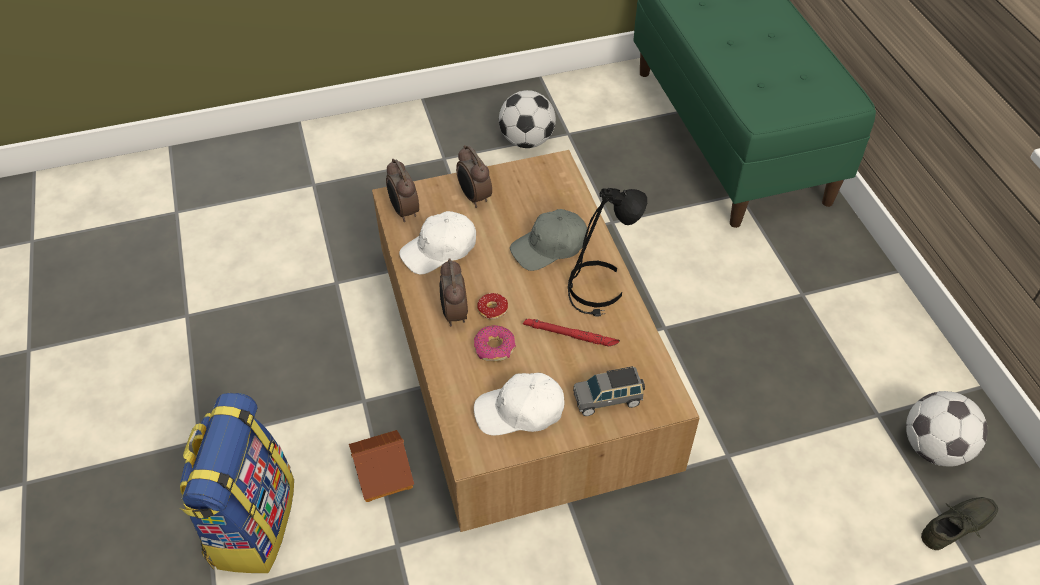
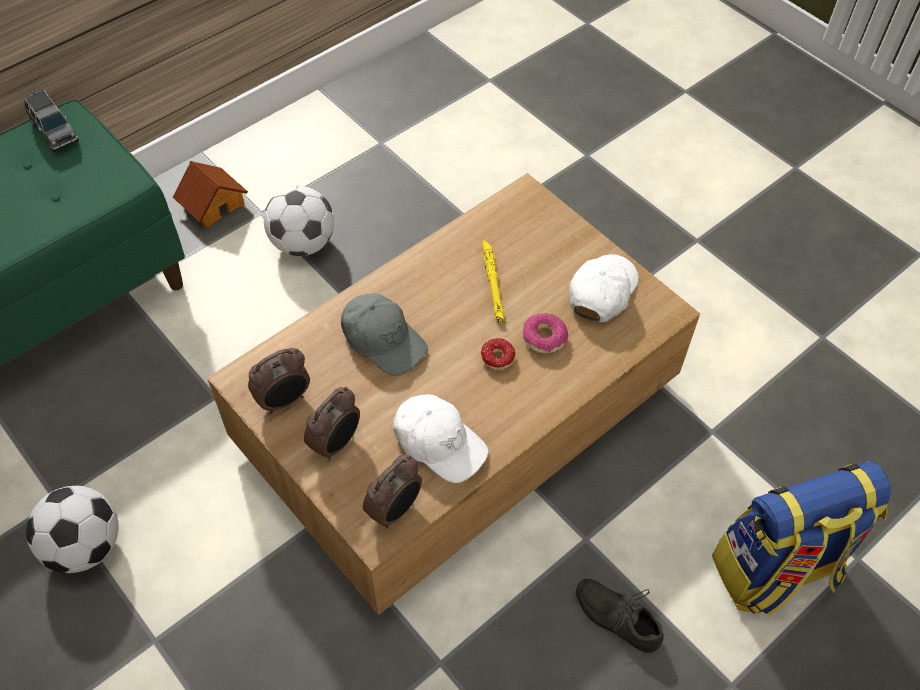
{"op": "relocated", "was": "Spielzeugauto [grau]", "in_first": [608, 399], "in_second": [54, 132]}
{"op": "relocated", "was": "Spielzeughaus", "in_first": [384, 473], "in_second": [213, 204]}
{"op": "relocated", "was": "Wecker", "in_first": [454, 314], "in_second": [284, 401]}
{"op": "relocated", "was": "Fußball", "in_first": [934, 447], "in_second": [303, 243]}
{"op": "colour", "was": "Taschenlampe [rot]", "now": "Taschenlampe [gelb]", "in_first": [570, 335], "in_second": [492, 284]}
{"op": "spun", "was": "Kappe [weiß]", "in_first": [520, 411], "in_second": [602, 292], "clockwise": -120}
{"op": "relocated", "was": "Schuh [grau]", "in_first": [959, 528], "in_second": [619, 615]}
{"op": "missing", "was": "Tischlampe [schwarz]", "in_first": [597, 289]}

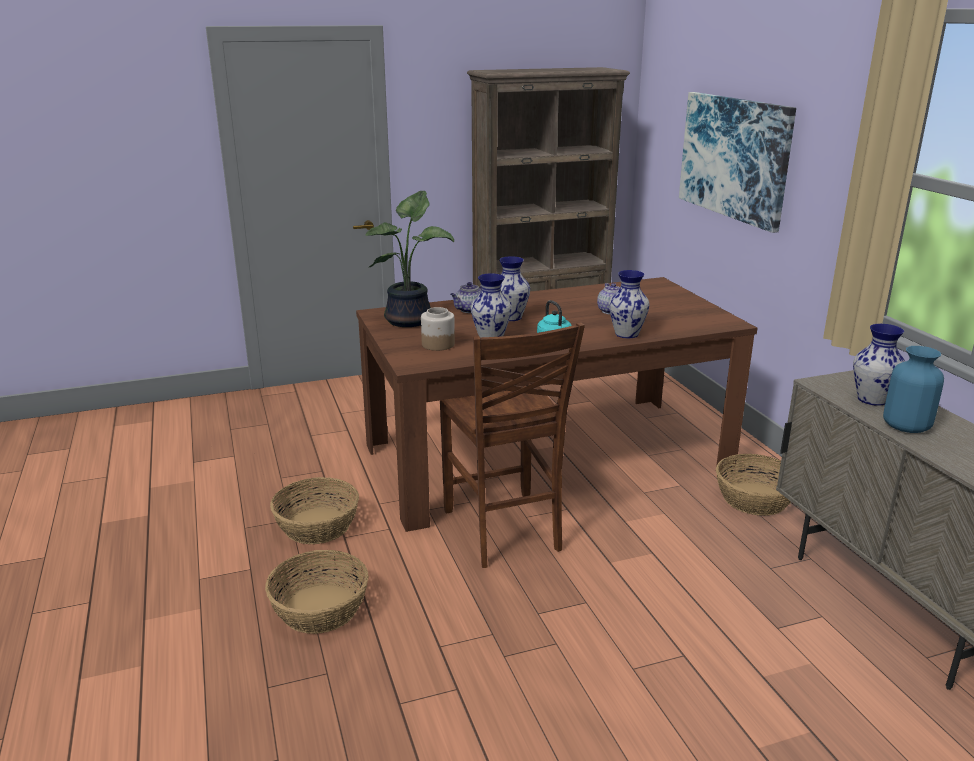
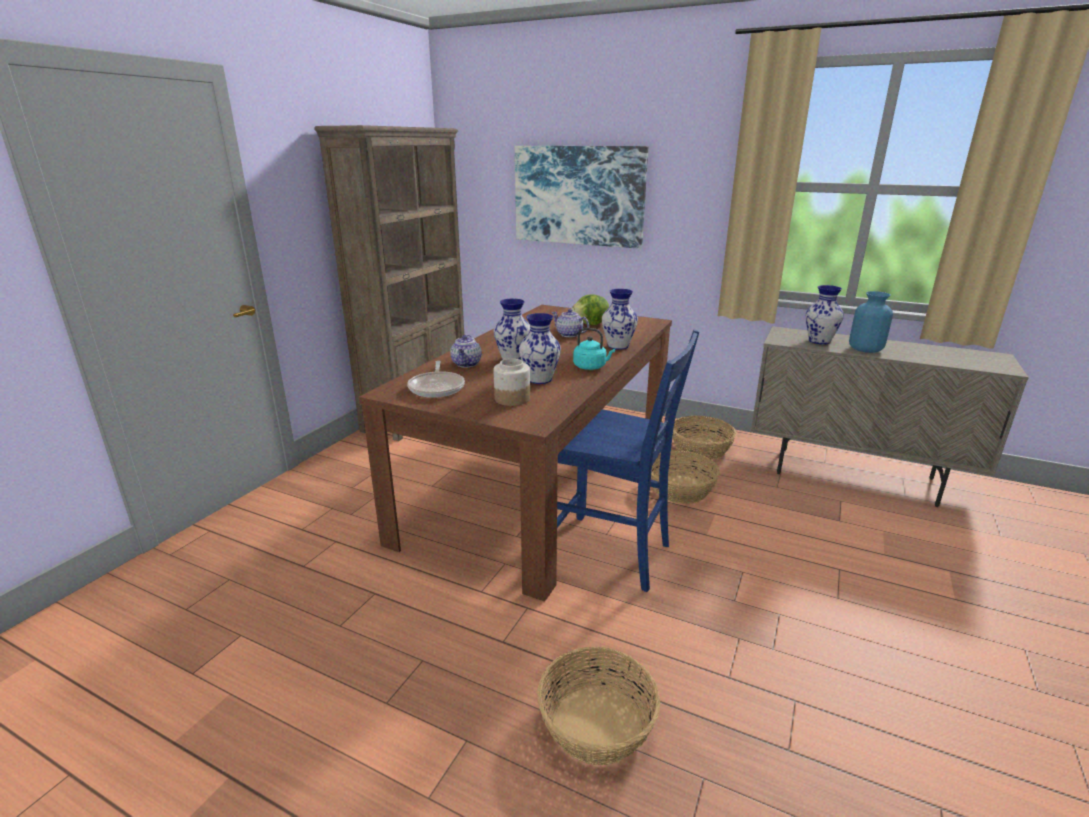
{"op": "exchanged", "was": "Topfpflanze", "now": "Pfanne", "in_first": [411, 320], "in_second": [437, 387]}
{"op": "colour", "was": "Stuhl [braun]", "now": "Stuhl [blau]", "in_first": [503, 531], "in_second": [611, 554]}
{"op": "appeared", "now": "Salatkopf", "in_second": [590, 325]}
{"op": "relocated", "was": "Korb", "in_first": [318, 525], "in_second": [680, 489]}

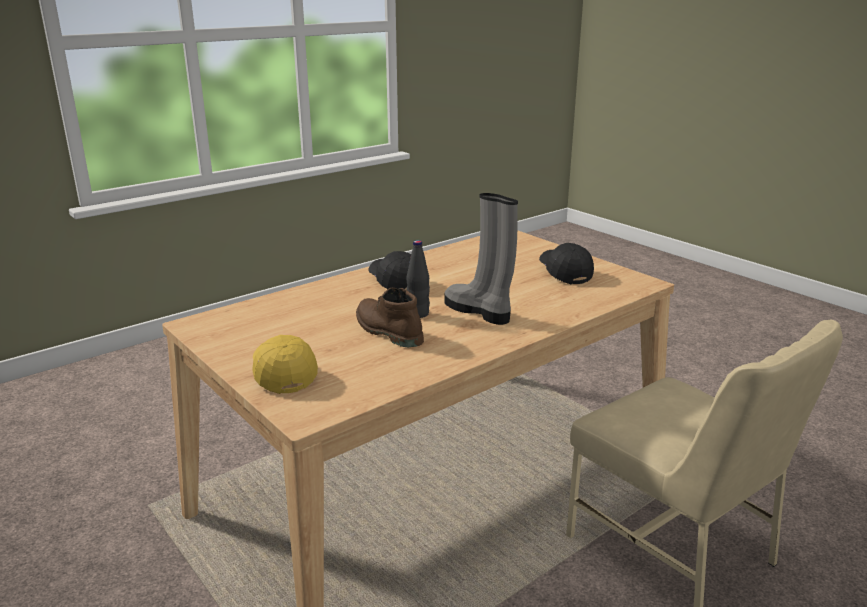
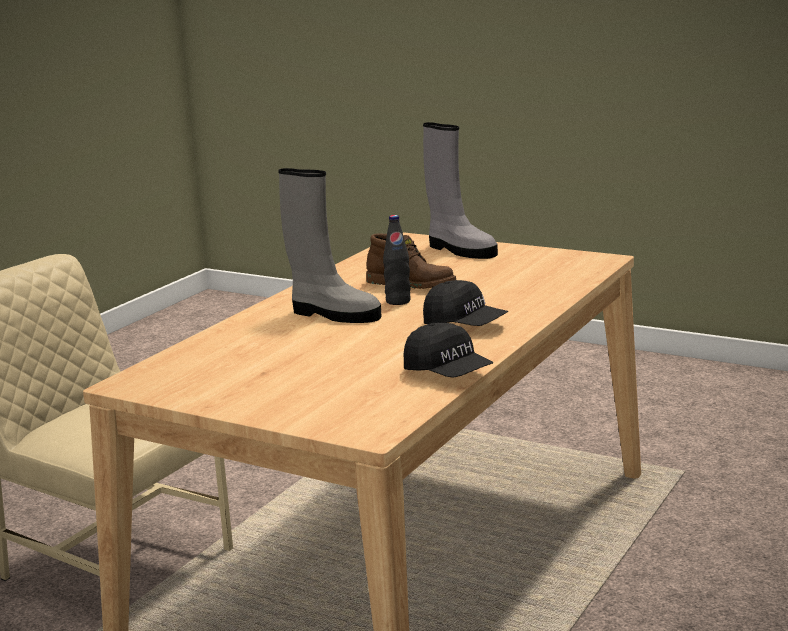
{"op": "relocated", "was": "Kappe [schwarz]", "in_first": [564, 273], "in_second": [448, 373]}
{"op": "exchanged", "was": "Kappe [gelb]", "now": "Stiefel [grau]", "in_first": [283, 373], "in_second": [459, 250]}

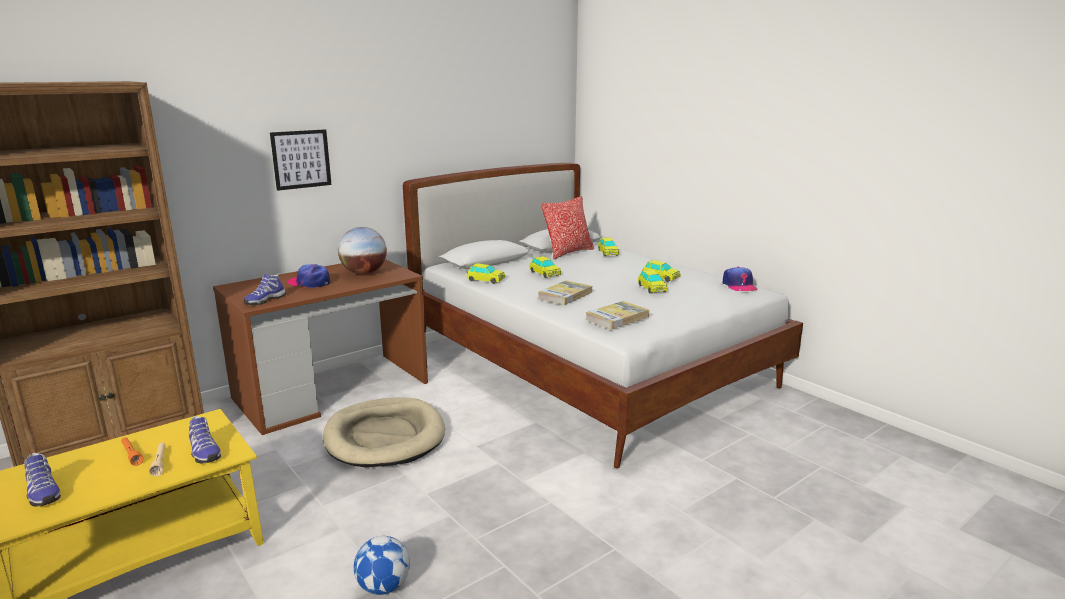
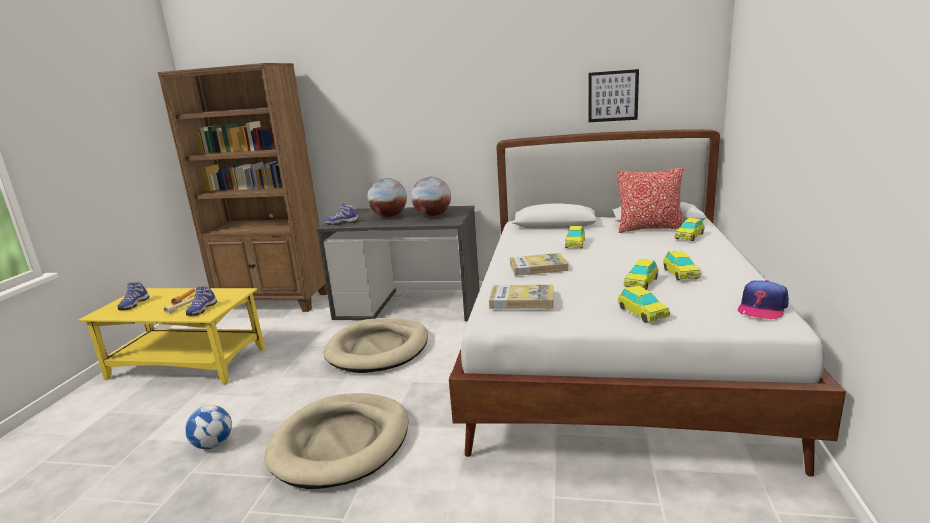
{"op": "appeared", "now": "Hundebett [beige]", "in_second": [341, 443]}
{"op": "colour", "was": "Schreibtisch [braun]", "now": "Schreibtisch [grau]", "in_first": [331, 390], "in_second": [409, 304]}
{"op": "exchanged", "was": "Kappe", "now": "Globus", "in_first": [310, 283], "in_second": [389, 216]}
{"op": "relocated", "was": "Bild", "in_first": [301, 159], "in_second": [613, 96]}
{"op": "relocated", "was": "Spielzeugauto", "in_first": [486, 280], "in_second": [642, 313]}

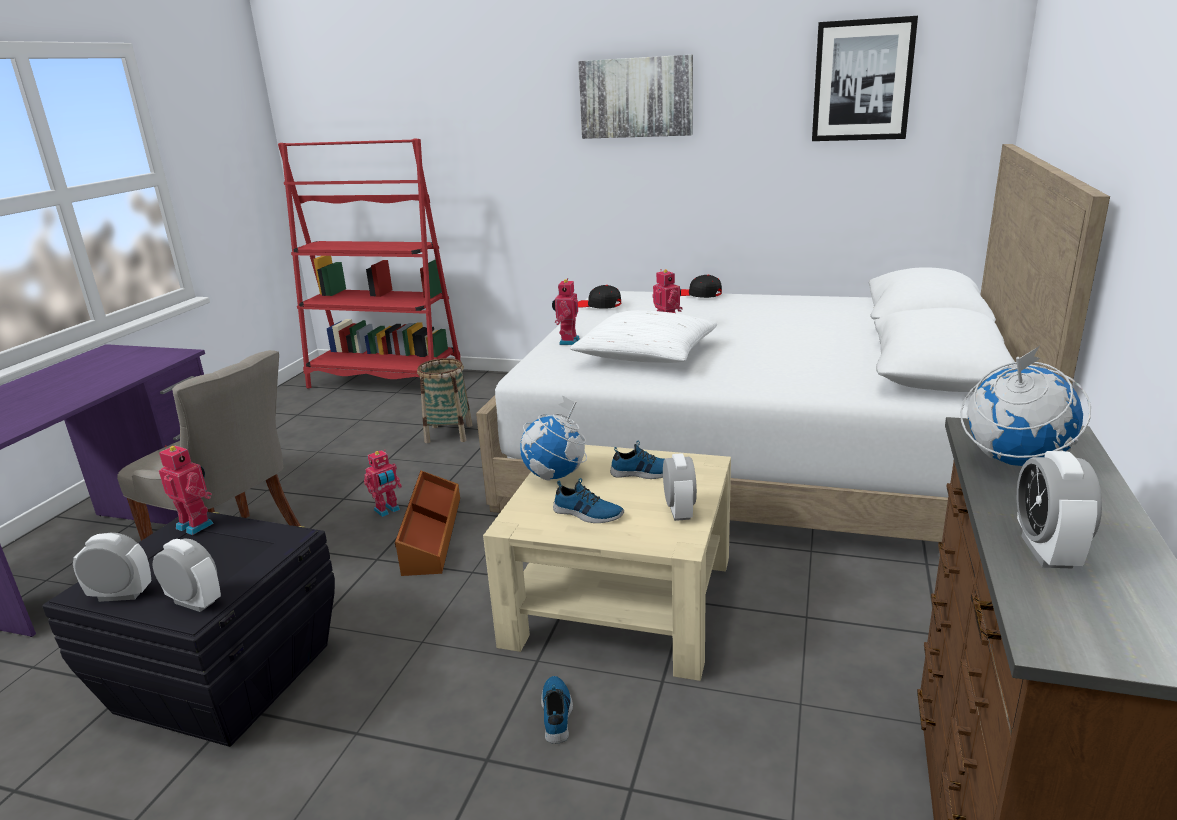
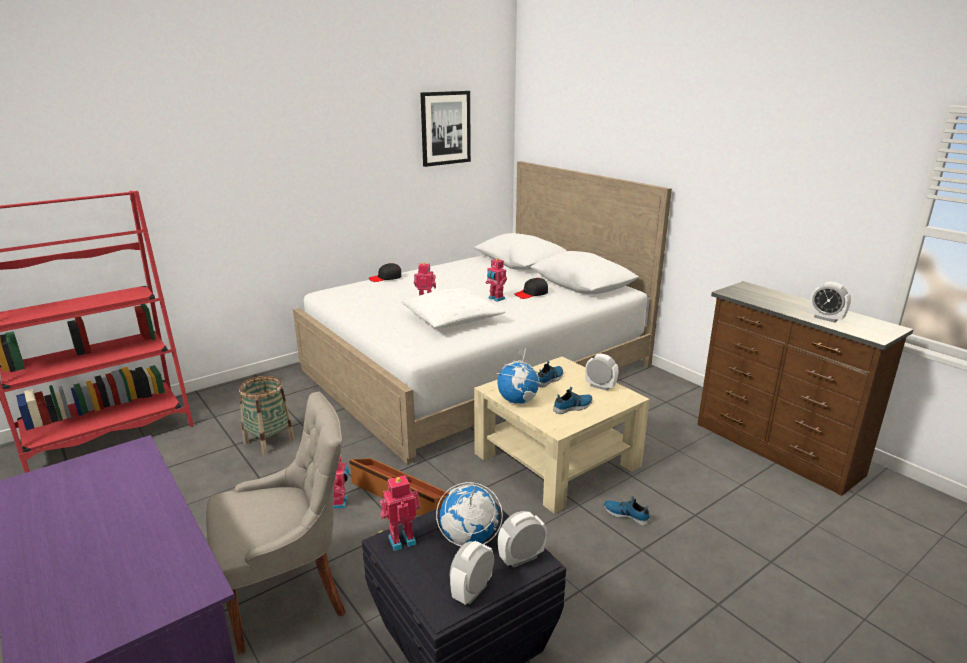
{"op": "relocated", "was": "Globus", "in_first": [1013, 461], "in_second": [468, 539]}
{"op": "relocated", "was": "Spielzeugroboter", "in_first": [567, 341], "in_second": [496, 299]}
{"op": "relocated", "was": "Kappe [schwarz]", "in_first": [599, 305], "in_second": [531, 294]}
{"op": "missing", "was": "Bild", "in_first": [636, 97]}

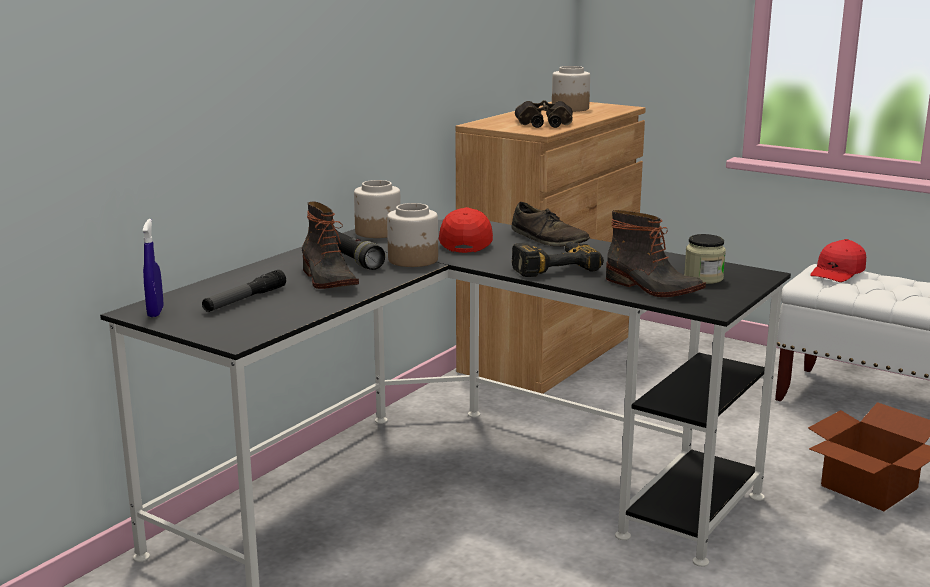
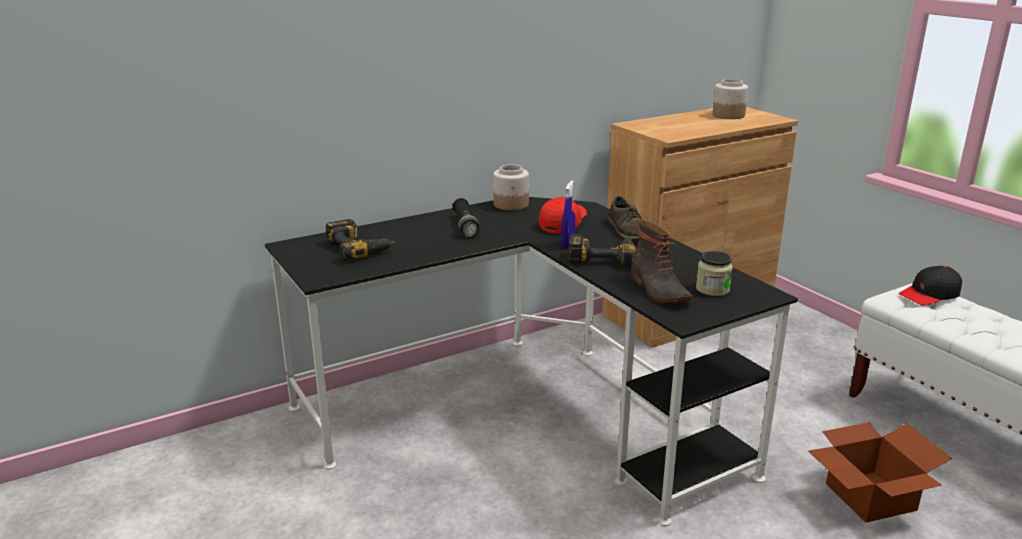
{"op": "exchanged", "was": "Taschenlampe", "now": "Bohrmaschine", "in_first": [245, 299], "in_second": [359, 248]}
{"op": "relocated", "was": "Sprühflasche [blau]", "in_first": [155, 312], "in_second": [568, 244]}
{"op": "colour", "was": "Kappe [rot]", "now": "Kappe [schwarz]", "in_first": [837, 272], "in_second": [929, 295]}
{"op": "missing", "was": "Stiefel", "in_first": [327, 279]}
{"op": "missing", "was": "Vorratsglas", "in_first": [413, 260]}
{"op": "missing", "was": "Fernglas", "in_first": [544, 123]}

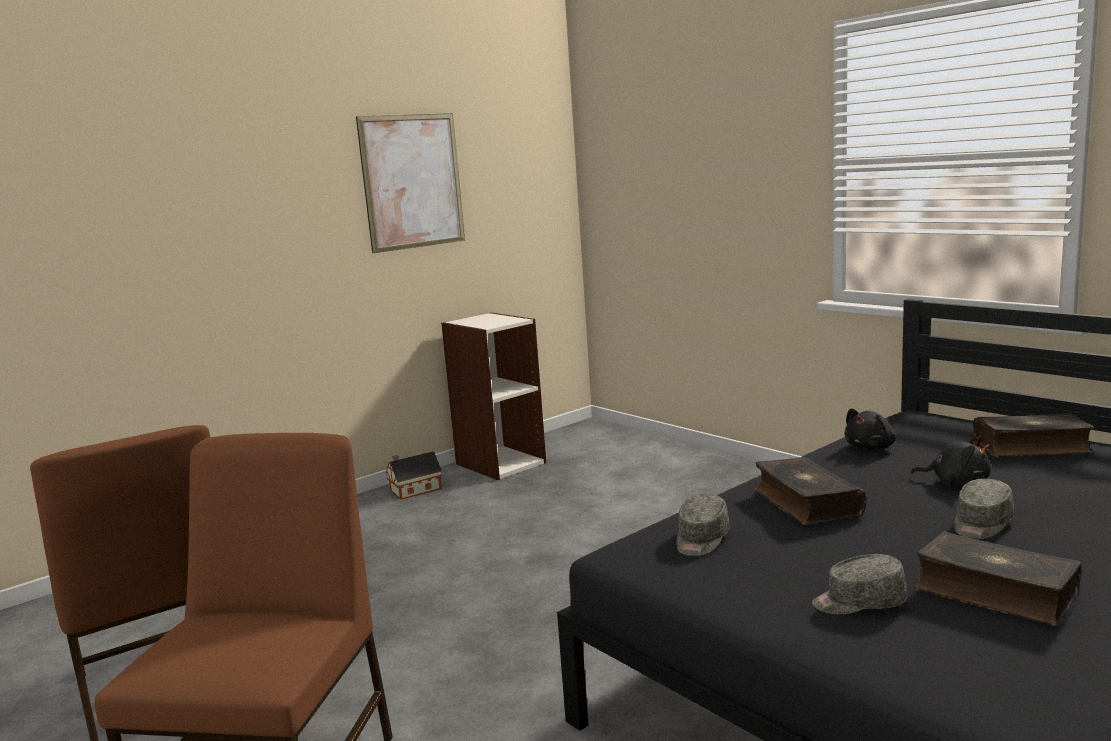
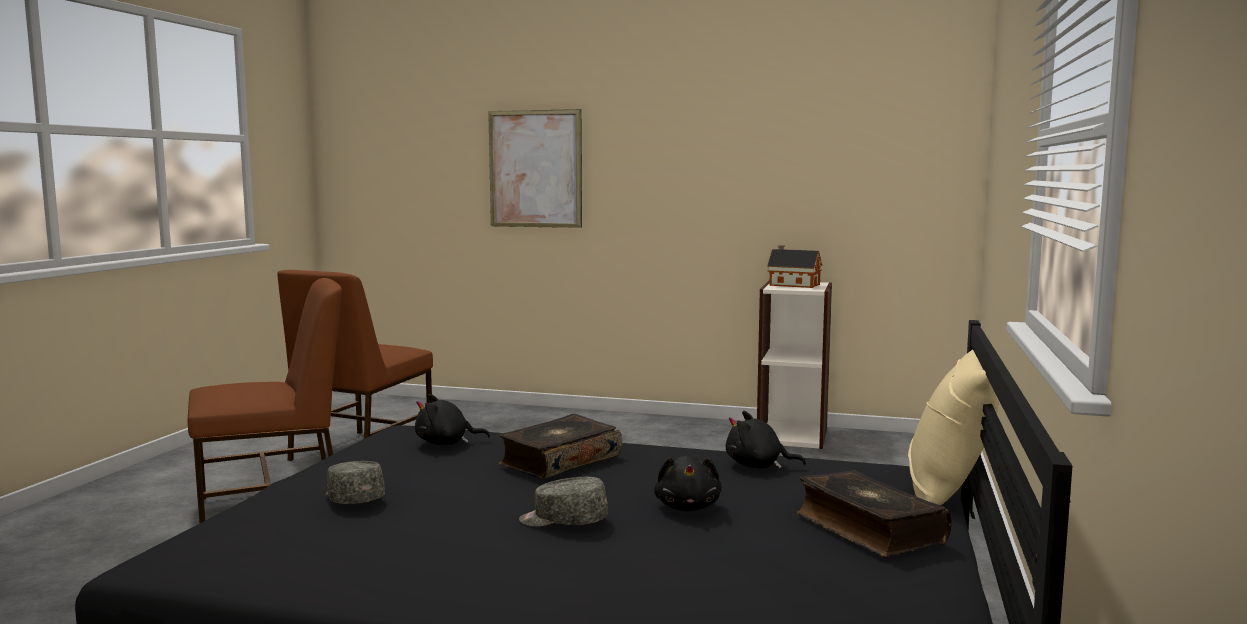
{"op": "exchanged", "was": "Kappe [grau]", "now": "Plüschtier [schwarz]", "in_first": [701, 540], "in_second": [446, 443]}
{"op": "relocated", "was": "Bild", "in_first": [412, 181], "in_second": [535, 169]}
{"op": "relocated", "was": "Spielzeughaus", "in_first": [413, 490], "in_second": [792, 285]}
{"op": "appeared", "now": "Kissen [beige]", "in_second": [948, 490]}
{"op": "missing", "was": "Buch", "in_first": [994, 593]}

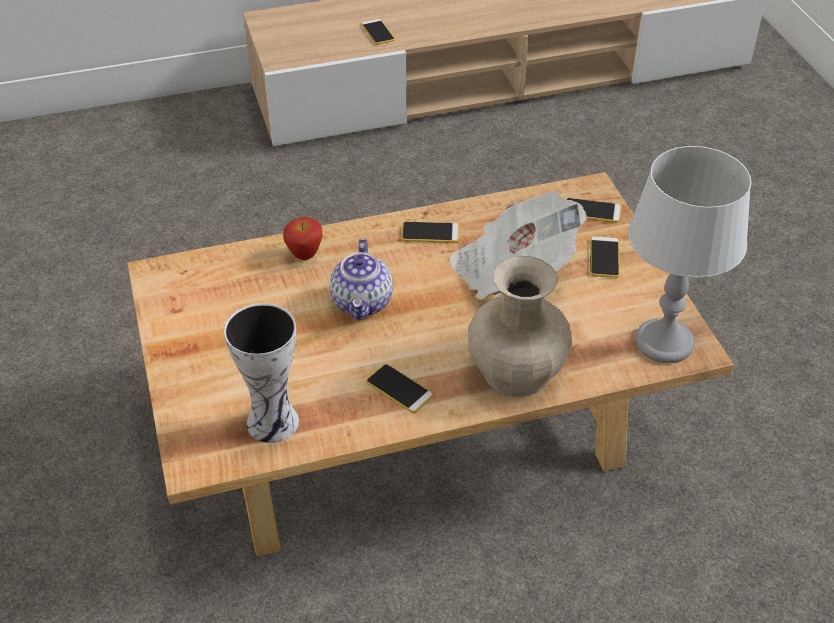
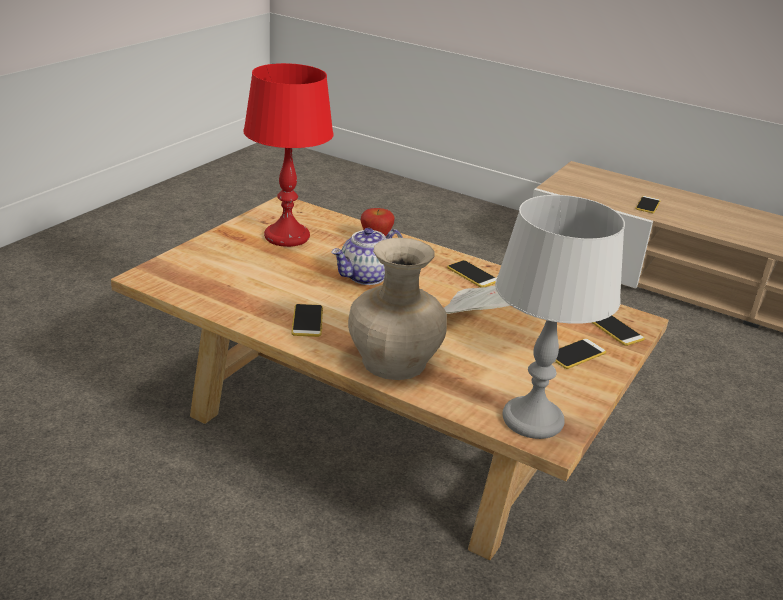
{"op": "appeared", "now": "Tischlampe [rot]", "in_second": [286, 236]}
{"op": "missing", "was": "Vase", "in_first": [275, 421]}

